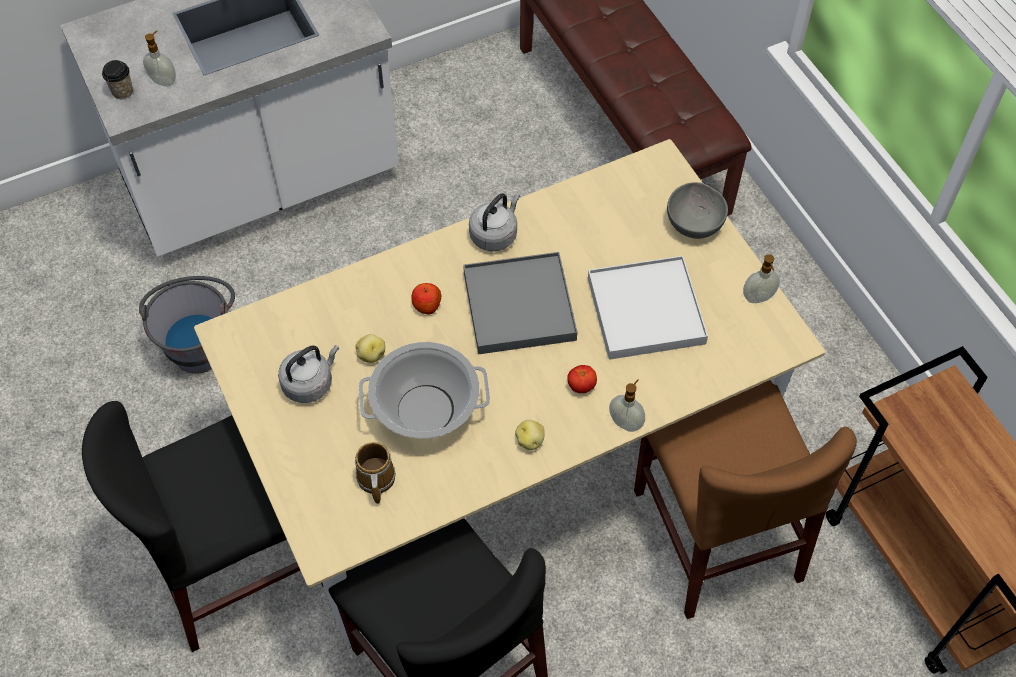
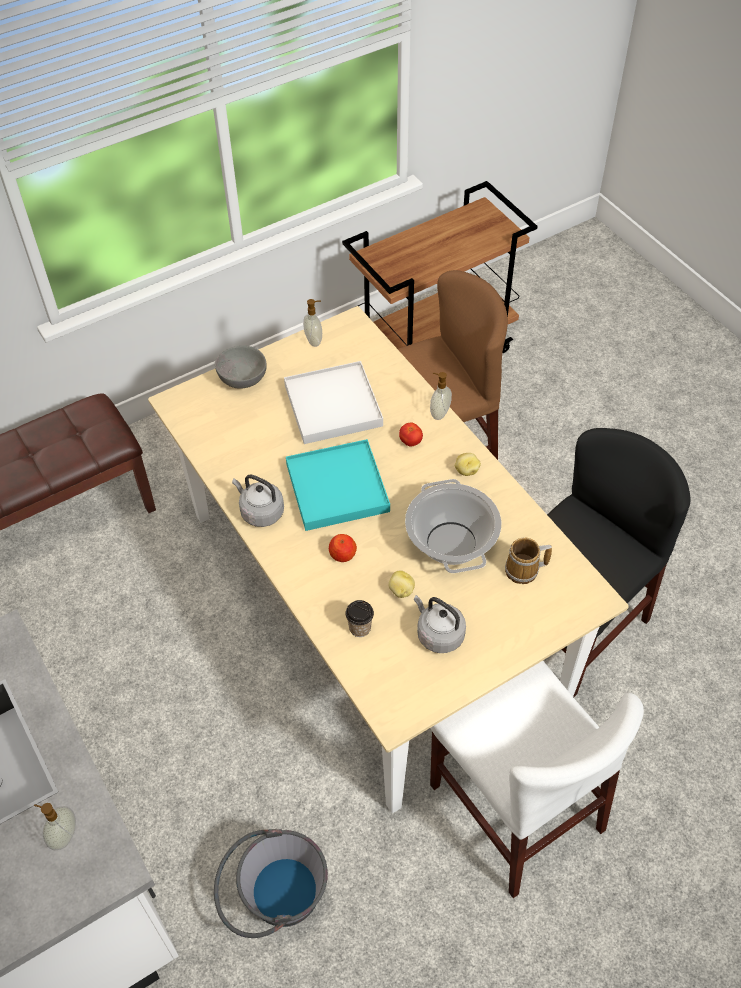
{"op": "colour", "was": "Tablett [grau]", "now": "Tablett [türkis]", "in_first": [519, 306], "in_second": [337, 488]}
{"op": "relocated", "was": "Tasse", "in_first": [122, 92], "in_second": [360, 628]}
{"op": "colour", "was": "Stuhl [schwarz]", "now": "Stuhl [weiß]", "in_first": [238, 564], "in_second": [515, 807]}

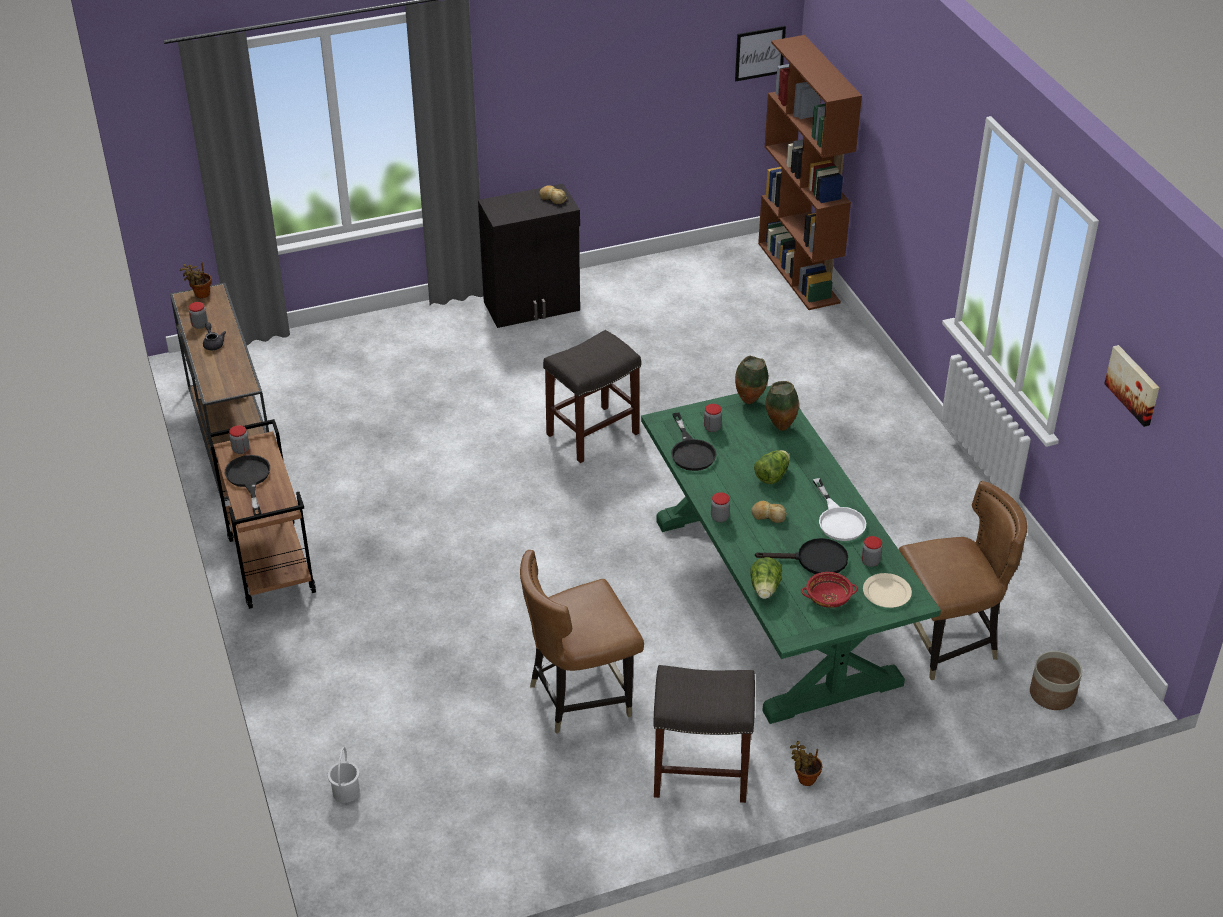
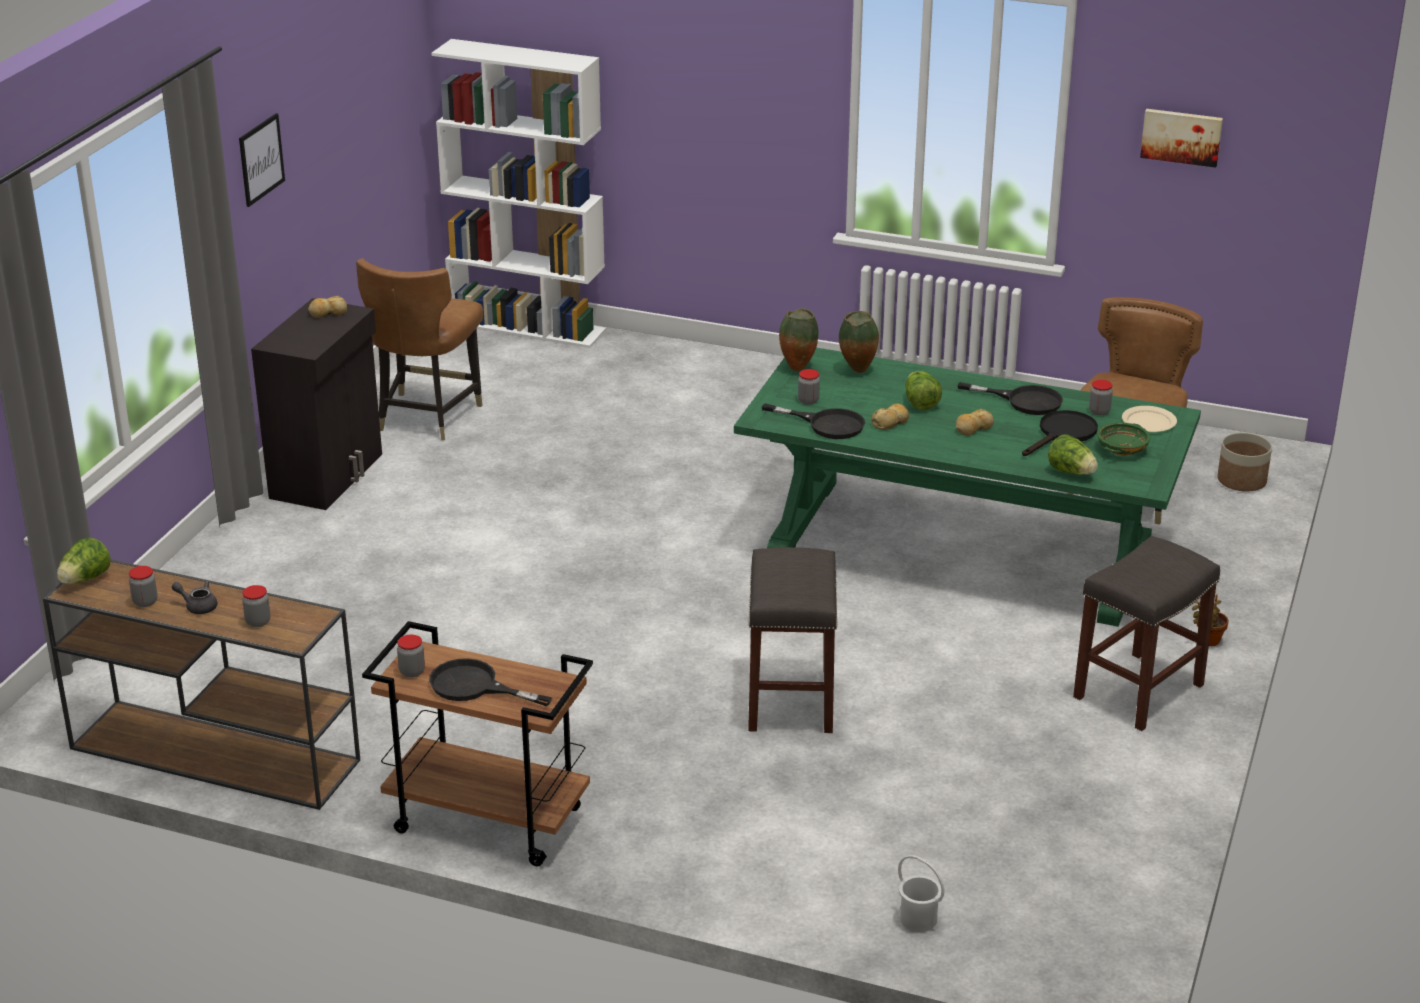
{"op": "exchanged", "was": "Topfpflanze", "now": "Salatkopf", "in_first": [200, 294], "in_second": [85, 579]}
{"op": "relocated", "was": "Bild", "in_first": [759, 53], "in_second": [261, 159]}
{"op": "relocated", "was": "Vorratsglas", "in_first": [719, 517], "in_second": [258, 622]}
{"op": "relocated", "was": "Stuhl [braun]", "in_first": [579, 696], "in_second": [426, 417]}
{"op": "colour", "was": "Bücherregal [braun]", "now": "Bücherregal [weiß]", "in_first": [799, 273], "in_second": [528, 327]}
{"op": "relocated", "was": "Hocker [grau]", "in_first": [593, 433], "in_second": [789, 699]}
{"op": "appeared", "now": "Brot", "in_second": [891, 422]}
{"op": "colour", "was": "Pfanne [weiß]", "now": "Pfanne [schwarz]", "in_first": [838, 520], "in_second": [1024, 401]}
{"op": "colour", "was": "Schüssel [rot]", "now": "Schüssel [grün]", "in_first": [828, 598], "in_second": [1122, 449]}

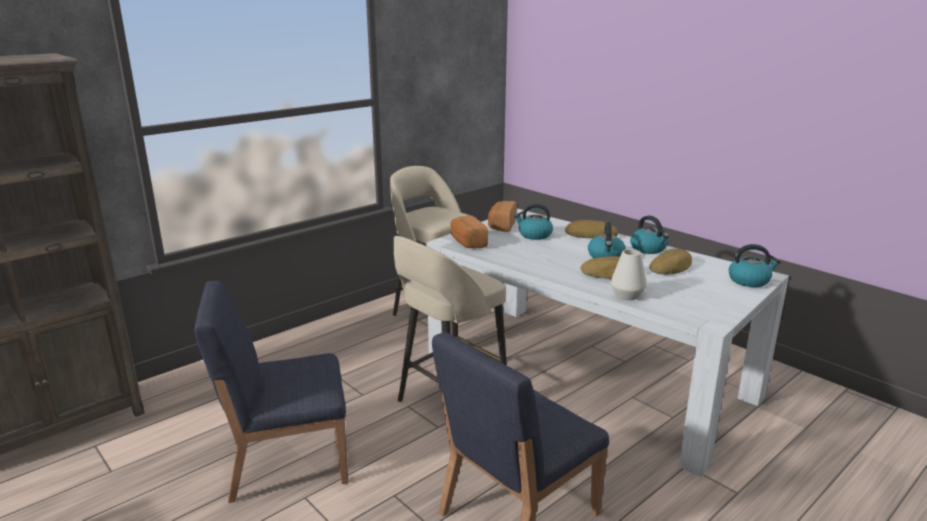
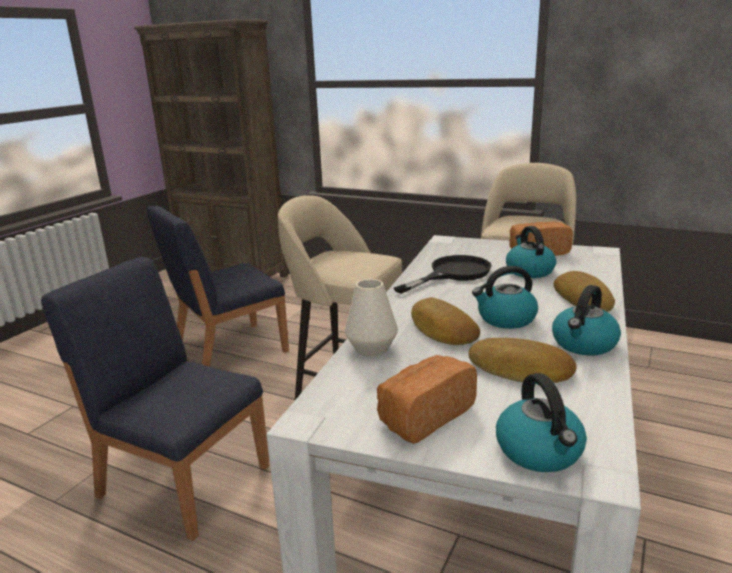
{"op": "spun", "was": "Stuhl [blau]", "in_first": [286, 460], "in_second": [229, 350], "clockwise": -90}
{"op": "relocated", "was": "Brot", "in_first": [467, 243], "in_second": [423, 415]}
{"op": "appeared", "now": "Pfanne [schwarz]", "in_second": [452, 274]}

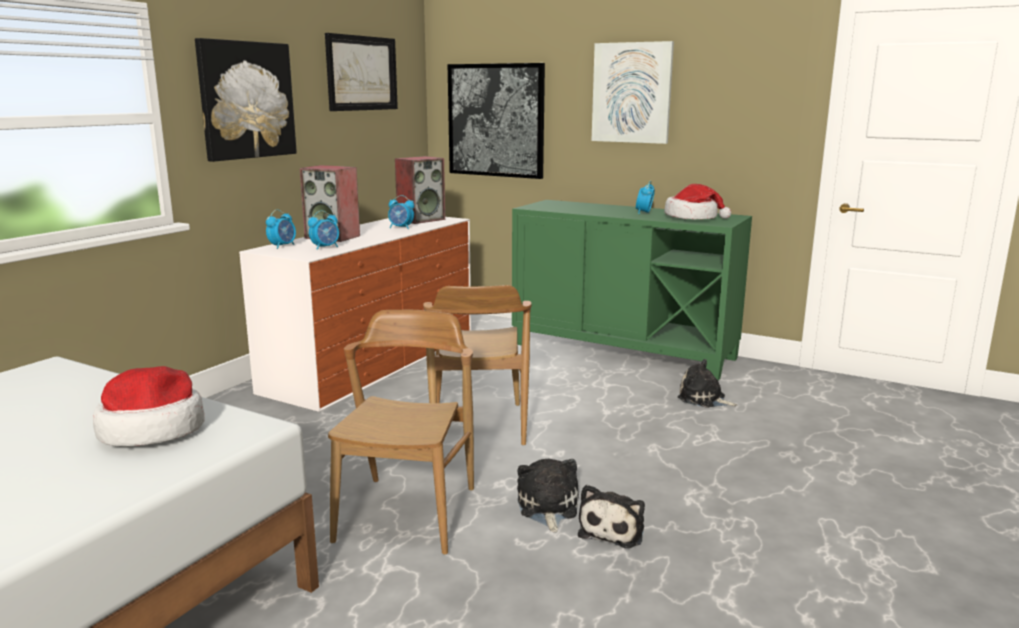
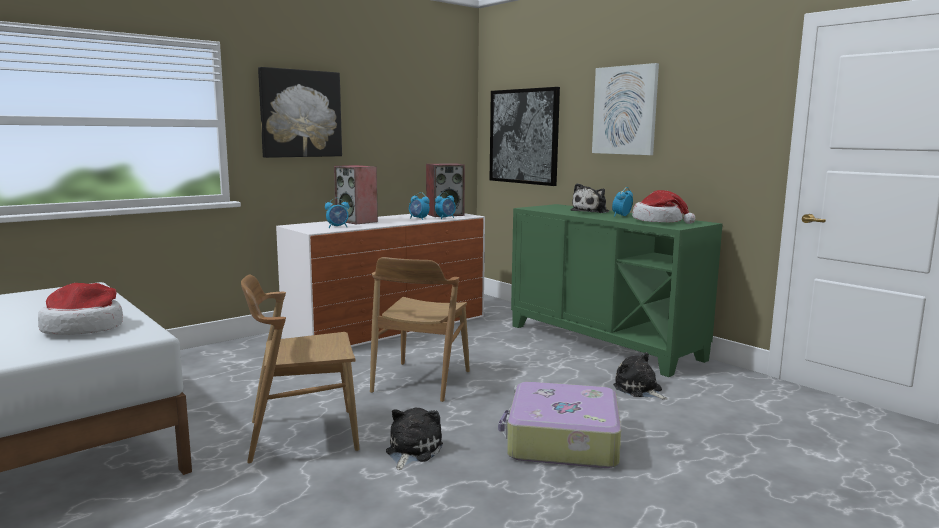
{"op": "spun", "was": "Stuhl [braun]", "in_first": [407, 514], "in_second": [302, 435], "clockwise": -135}
{"op": "relocated", "was": "Wecker", "in_first": [282, 246], "in_second": [445, 218]}
{"op": "appeared", "now": "Koffer", "in_second": [561, 441]}
{"op": "relocated", "was": "Plüschtier", "in_first": [613, 530], "in_second": [591, 211]}
{"op": "missing", "was": "Bild", "in_first": [361, 73]}

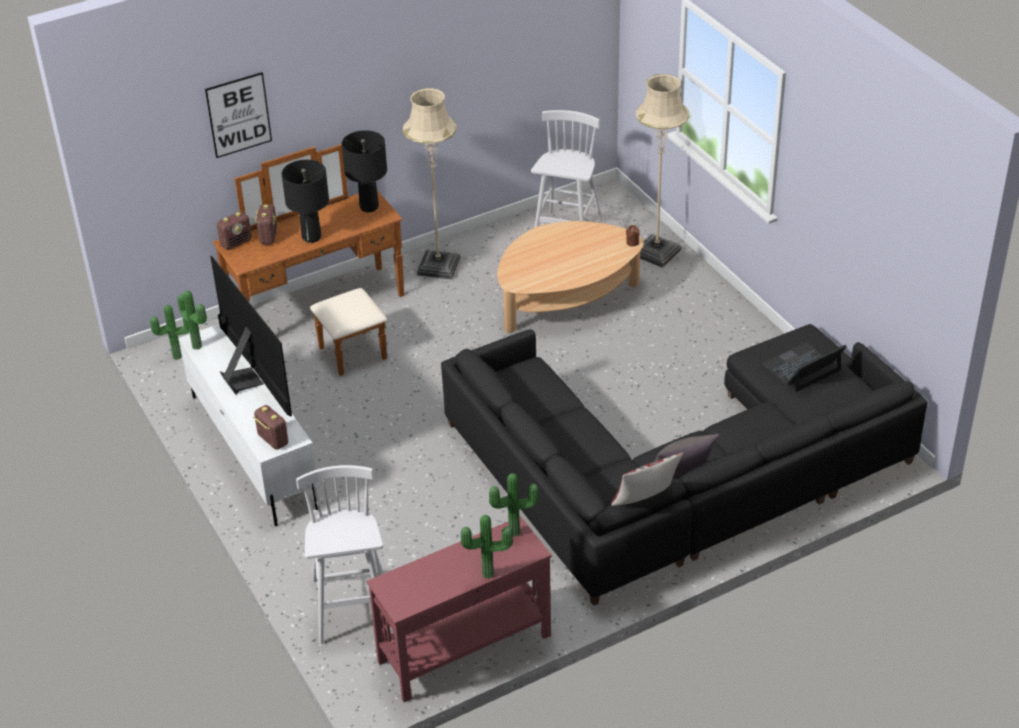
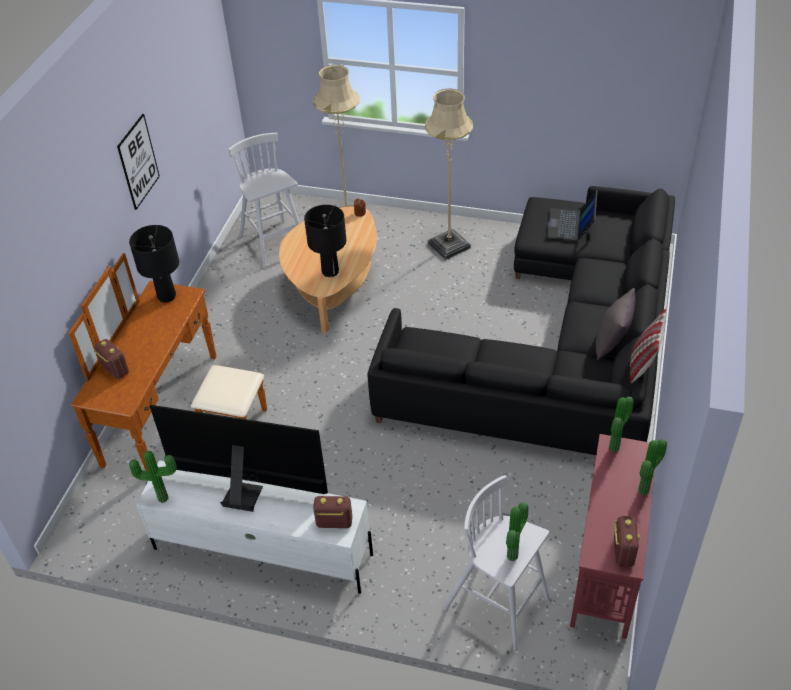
{"op": "relocated", "was": "Bild", "in_first": [238, 115], "in_second": [138, 162]}
{"op": "relocated", "was": "Tischlampe [schwarz]", "in_first": [311, 237], "in_second": [330, 271]}
{"op": "relocated", "was": "Stehlampe [beige]", "in_first": [438, 266], "in_second": [449, 246]}
{"op": "relocated", "was": "Topfpflanze", "in_first": [178, 358], "in_second": [514, 556]}
{"op": "relocated", "was": "Radio", "in_first": [236, 243], "in_second": [623, 551]}

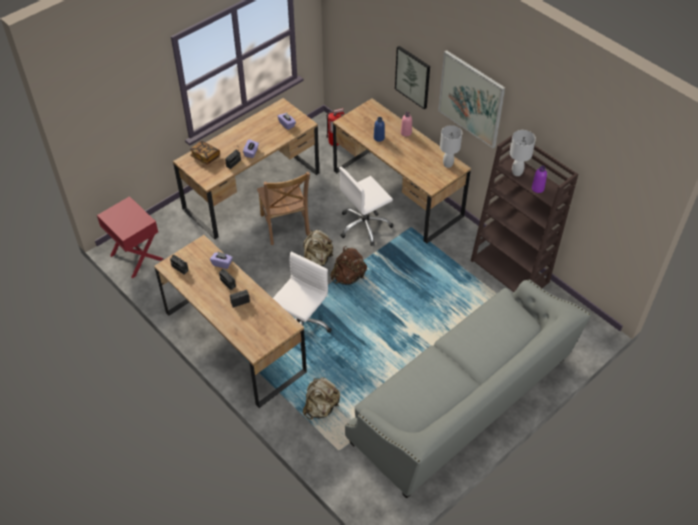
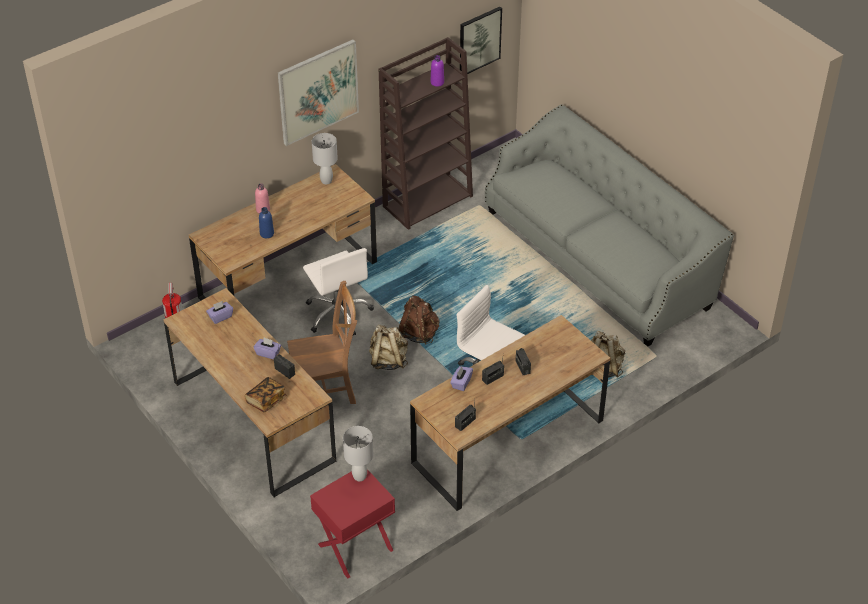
{"op": "relocated", "was": "Tischlampe [weiß]", "in_first": [517, 173], "in_second": [360, 476]}
{"op": "relocated", "was": "Bild", "in_first": [413, 77], "in_second": [479, 40]}

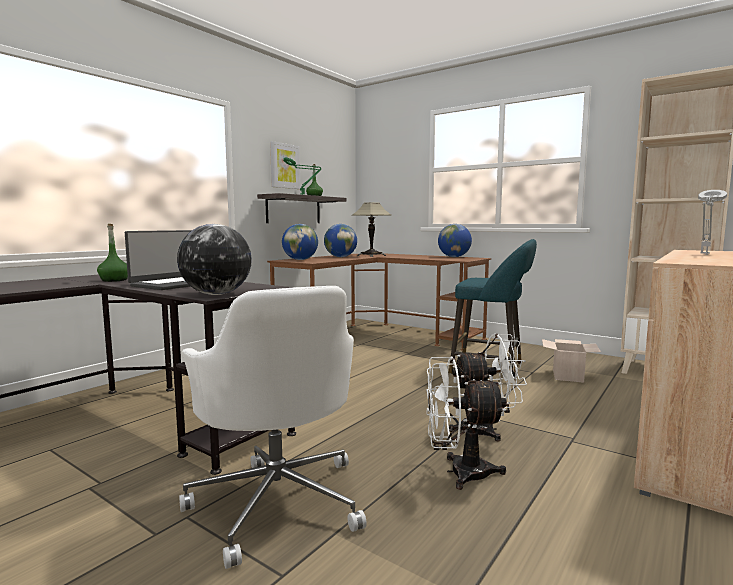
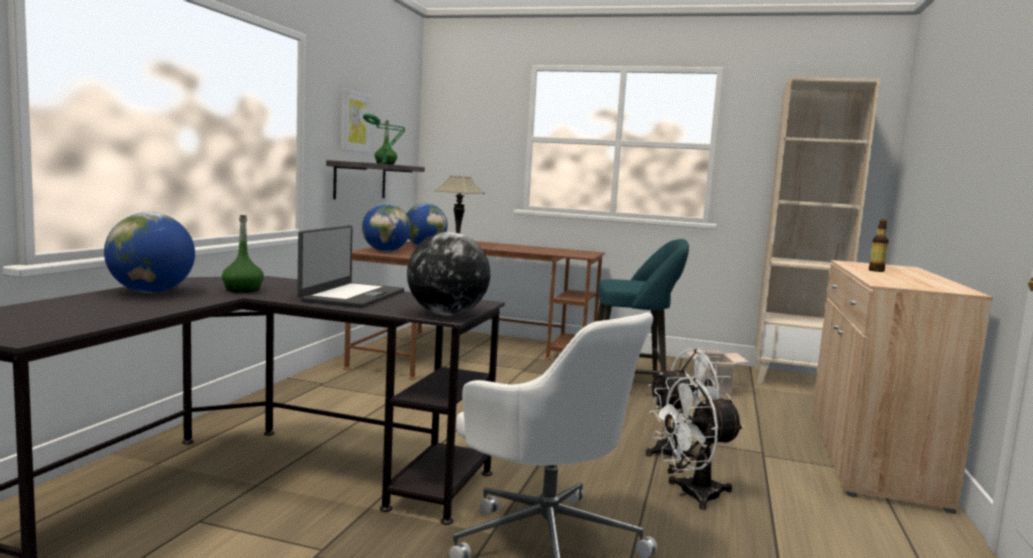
{"op": "relocated", "was": "Globus", "in_first": [454, 257], "in_second": [151, 292]}
{"op": "exchanged", "was": "Tischlampe [grau]", "now": "Flasche", "in_first": [704, 254], "in_second": [876, 271]}

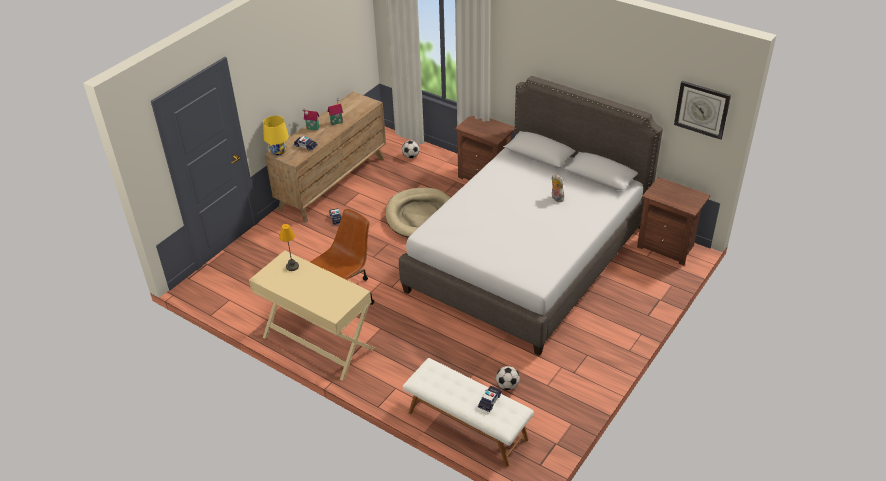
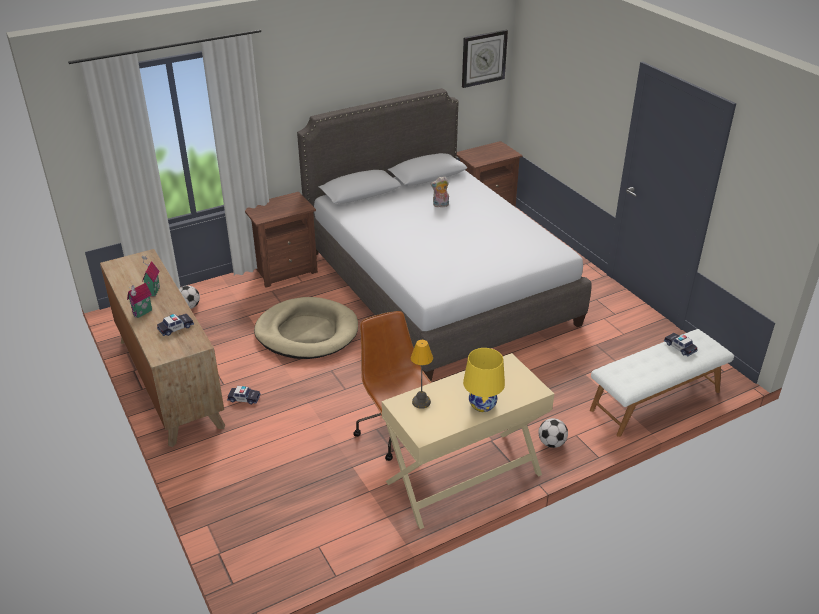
{"op": "relocated", "was": "Tischlampe [gelb]", "in_first": [278, 151], "in_second": [482, 405]}
{"op": "relocated", "was": "Fußball", "in_first": [507, 385], "in_second": [551, 443]}

